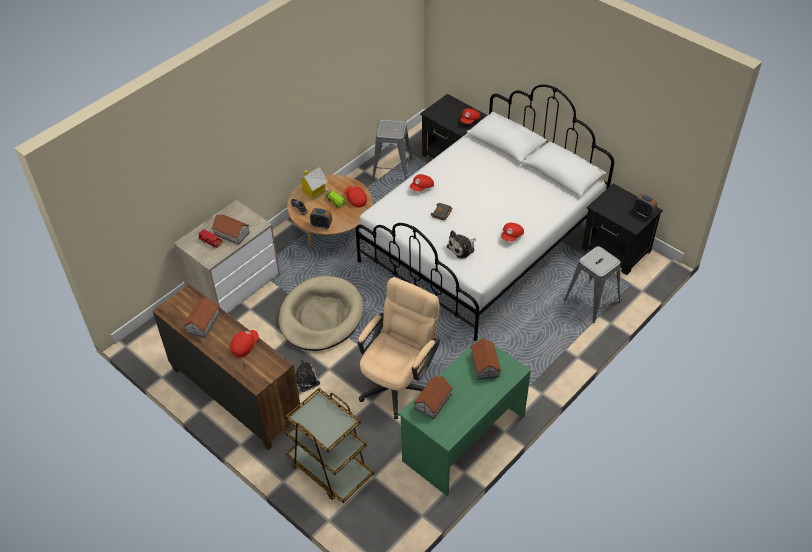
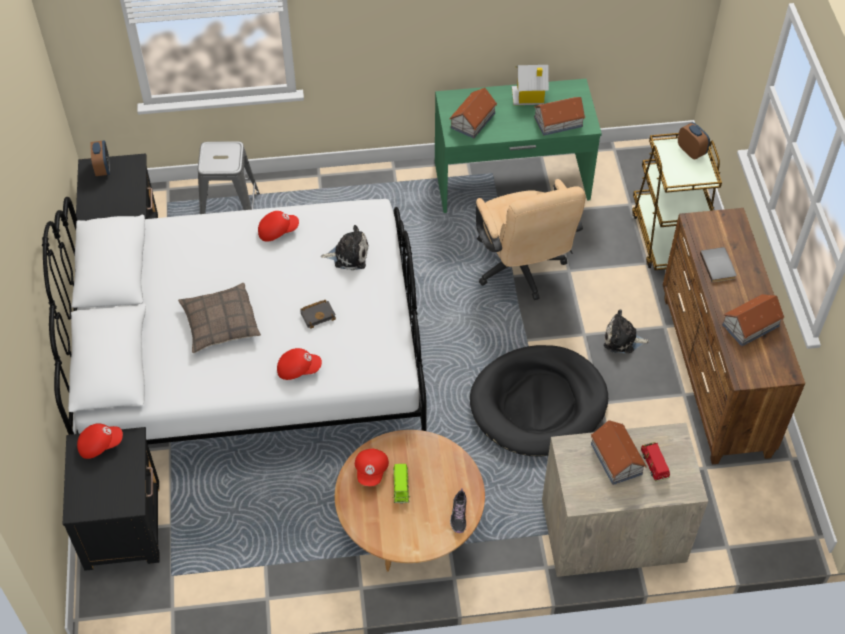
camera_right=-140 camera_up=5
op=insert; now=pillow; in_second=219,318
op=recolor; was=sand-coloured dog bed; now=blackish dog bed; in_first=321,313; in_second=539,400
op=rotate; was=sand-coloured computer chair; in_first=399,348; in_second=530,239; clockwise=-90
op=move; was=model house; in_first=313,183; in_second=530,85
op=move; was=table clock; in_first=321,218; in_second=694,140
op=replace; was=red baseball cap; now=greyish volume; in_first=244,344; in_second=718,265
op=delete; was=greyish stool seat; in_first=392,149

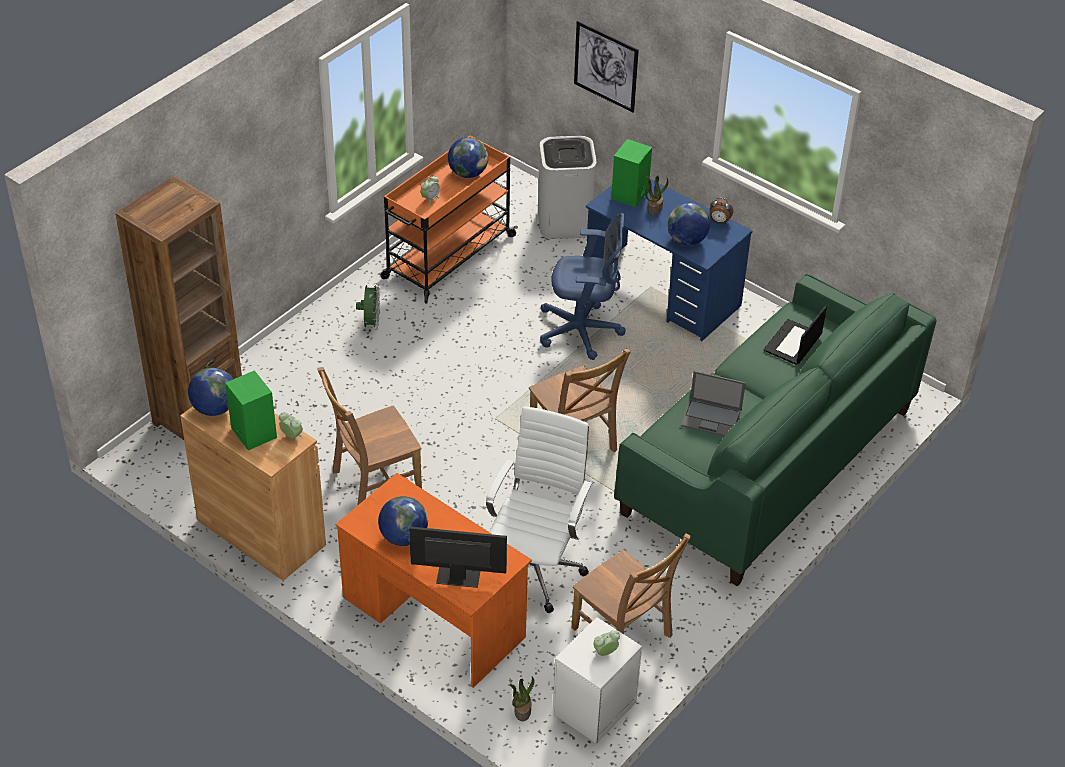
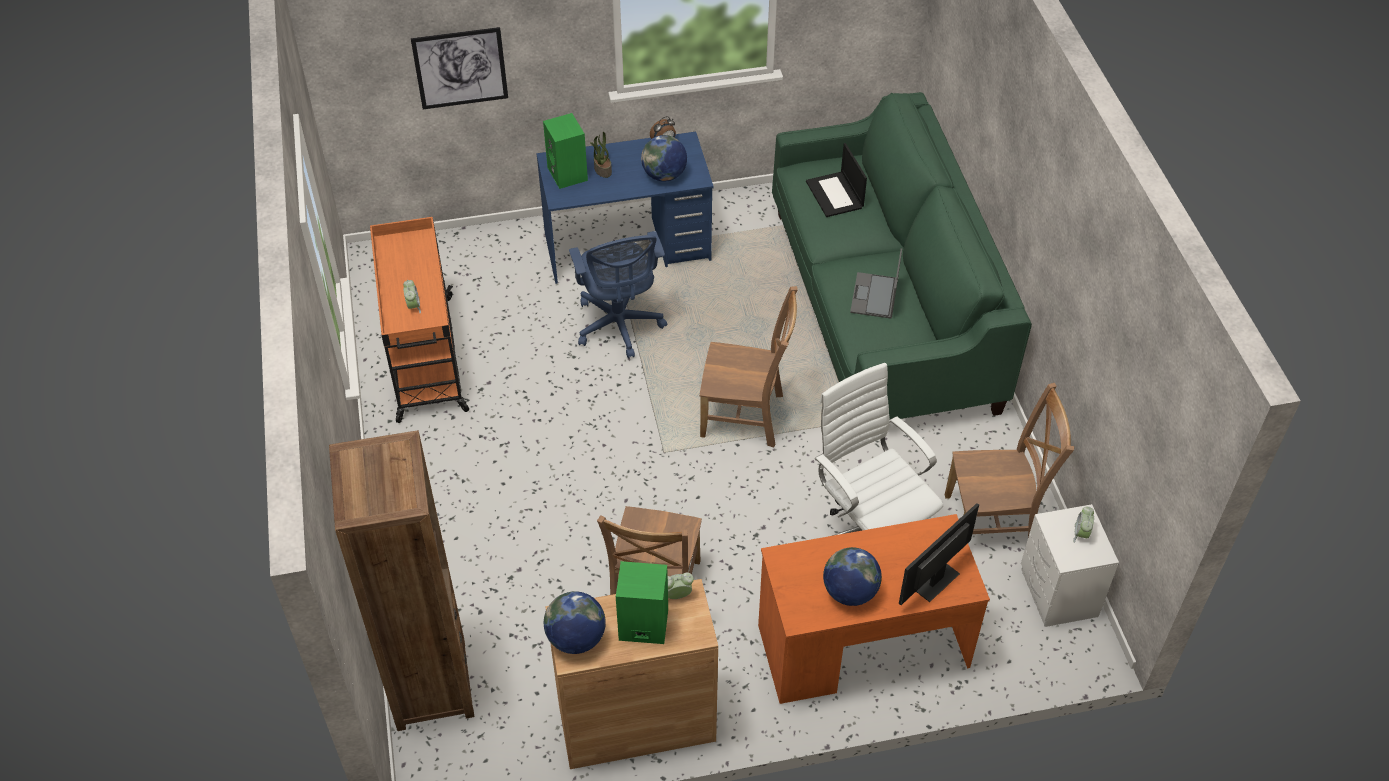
camera_right=-50 camera_up=5
op=rotate; was=bluish computer chair; in_first=583,286; in_second=618,295; clockwise=120
op=rotate; was=laptop; in_first=713,403; in_second=876,283; clockwise=135
op=delete; was=green cooling fan; in_first=368,306
op=delete; was=globe; in_first=468,157
op=delete; was=plant in a pot; in_first=522,699
op=delete; was=whitish rubbish bin; in_first=567,187

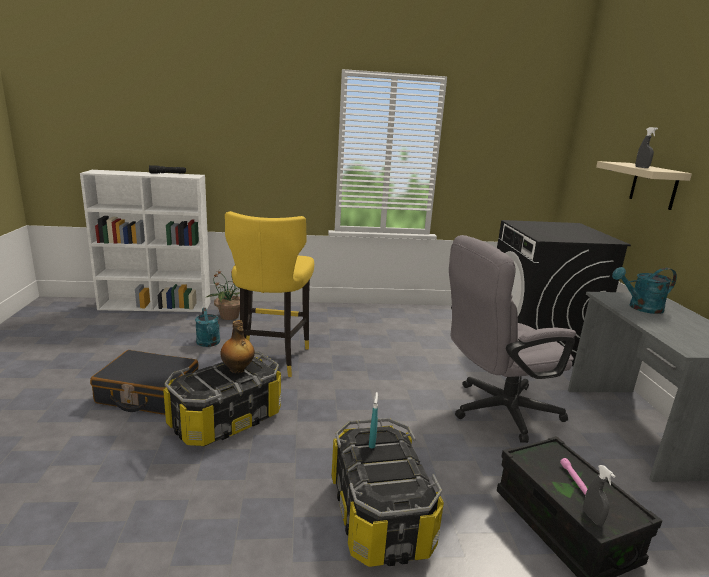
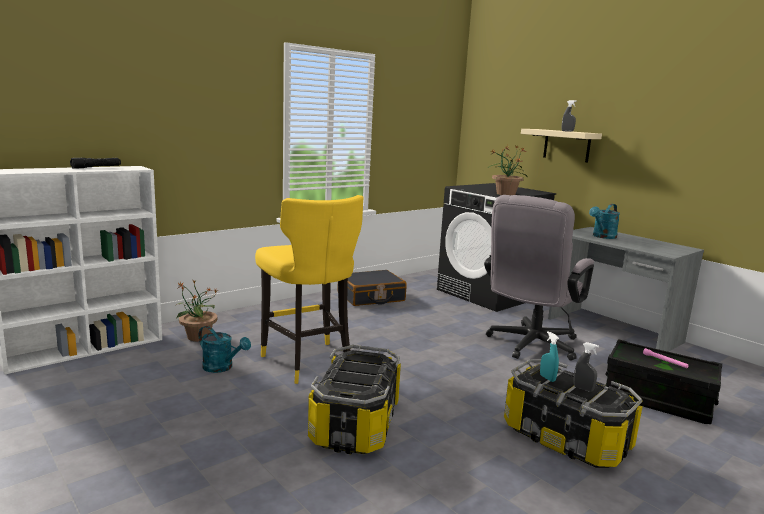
camera_right=-35 camera_up=-5
op=move; was=blackish travel case; in_first=144,382; in_second=372,288
op=insert; now=plant in a pot; in_second=507,170
op=move; was=greyish hand sprayer; in_first=599,495; in_second=586,367
op=delete; was=beverage bottle; in_first=237,346

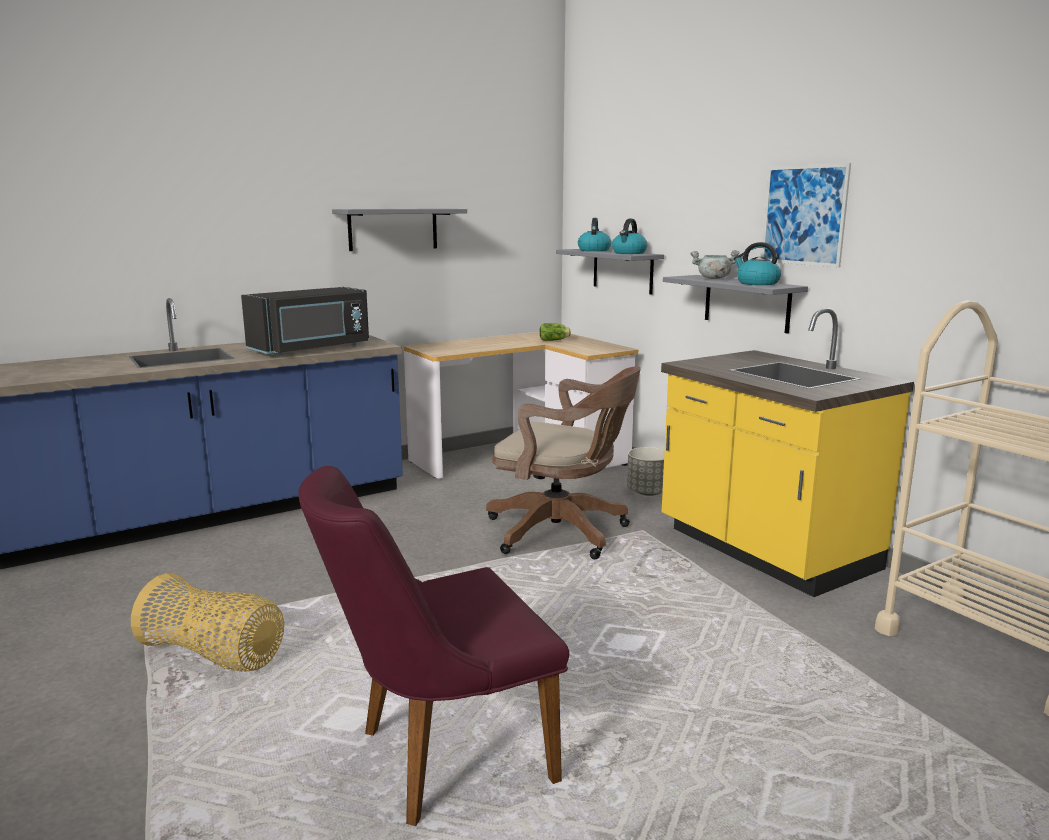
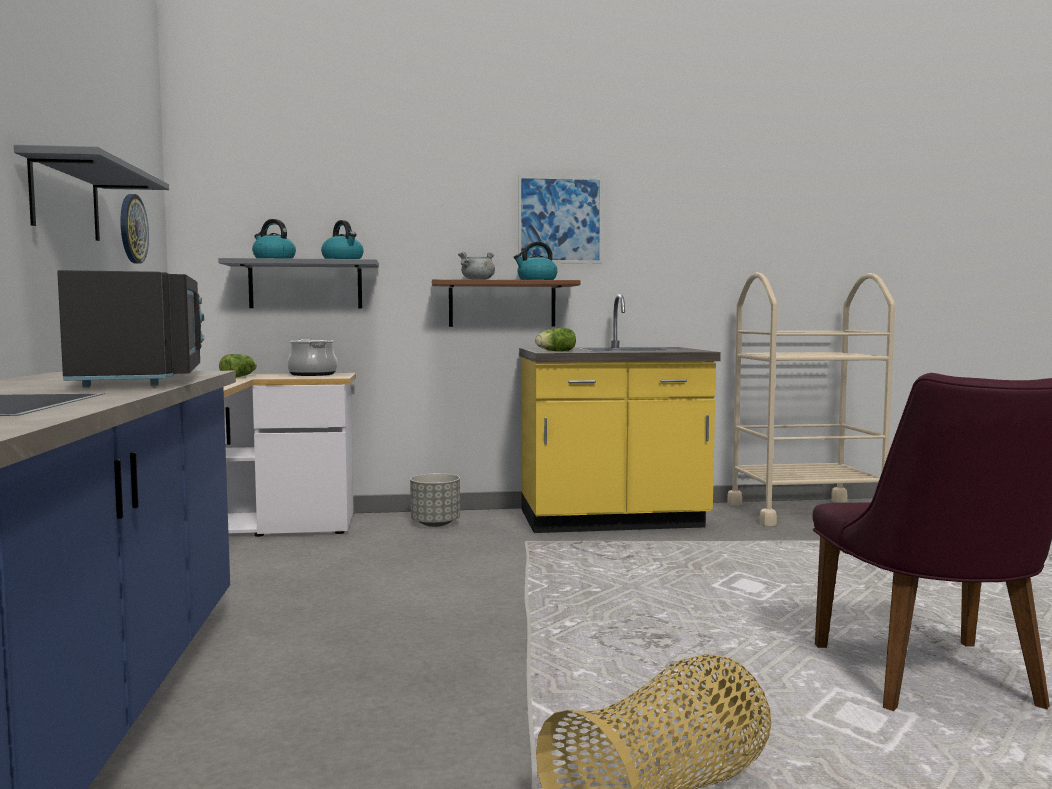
camera_right=-65 camera_up=-10
op=insert; now=wall clock; in_second=134,229
op=insert; now=stockpot; in_second=312,357
op=recolor; was=greyish wall shelf; now=brown wall shelf; in_first=735,304; in_second=506,303
op=insert; now=lettuce head; in_second=555,339
op=delete; was=brown computer chair; in_first=563,462

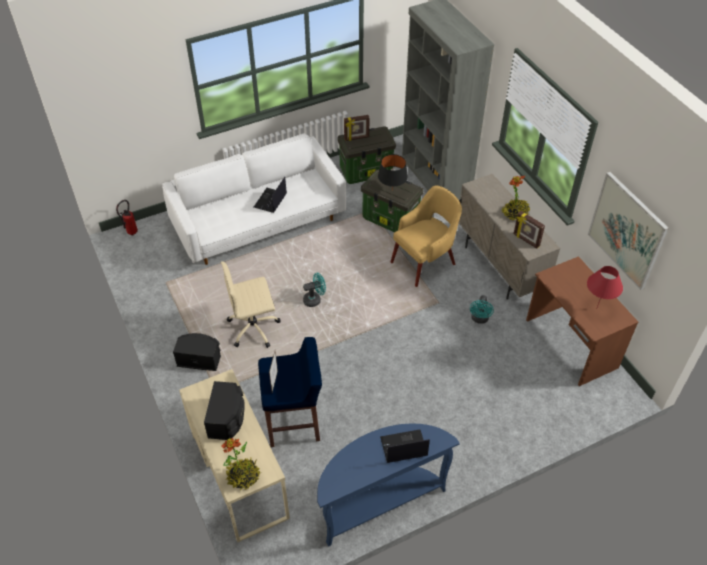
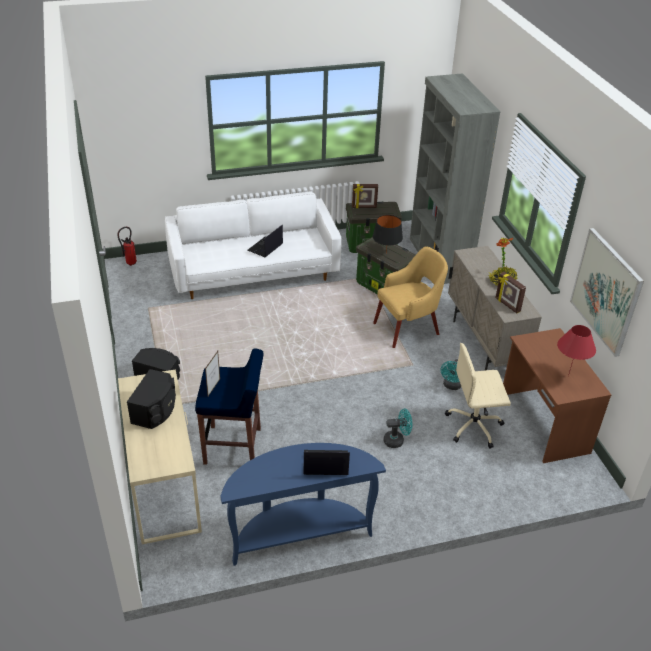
camera_right=10 camera_up=-10
op=move; was=turquoise-coloured cooling fan; in_first=314,290; in_second=397,428
op=move; was=sand-coloured computer chair; in_first=251,304; in_second=478,396
op=delete; was=plant in a pot; in_first=240,464

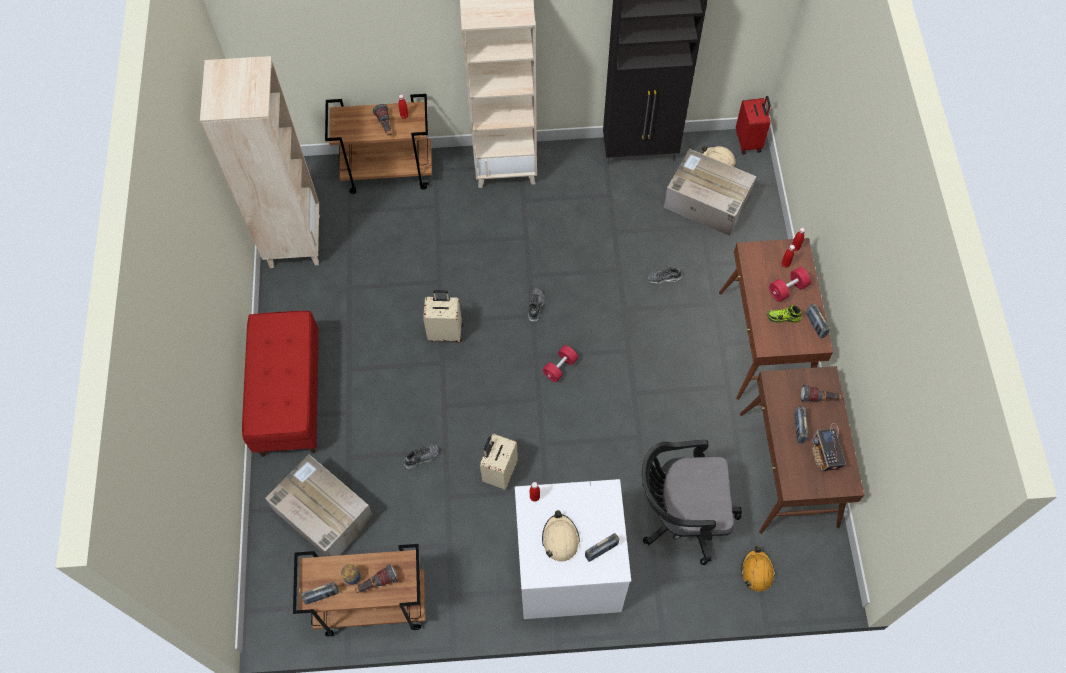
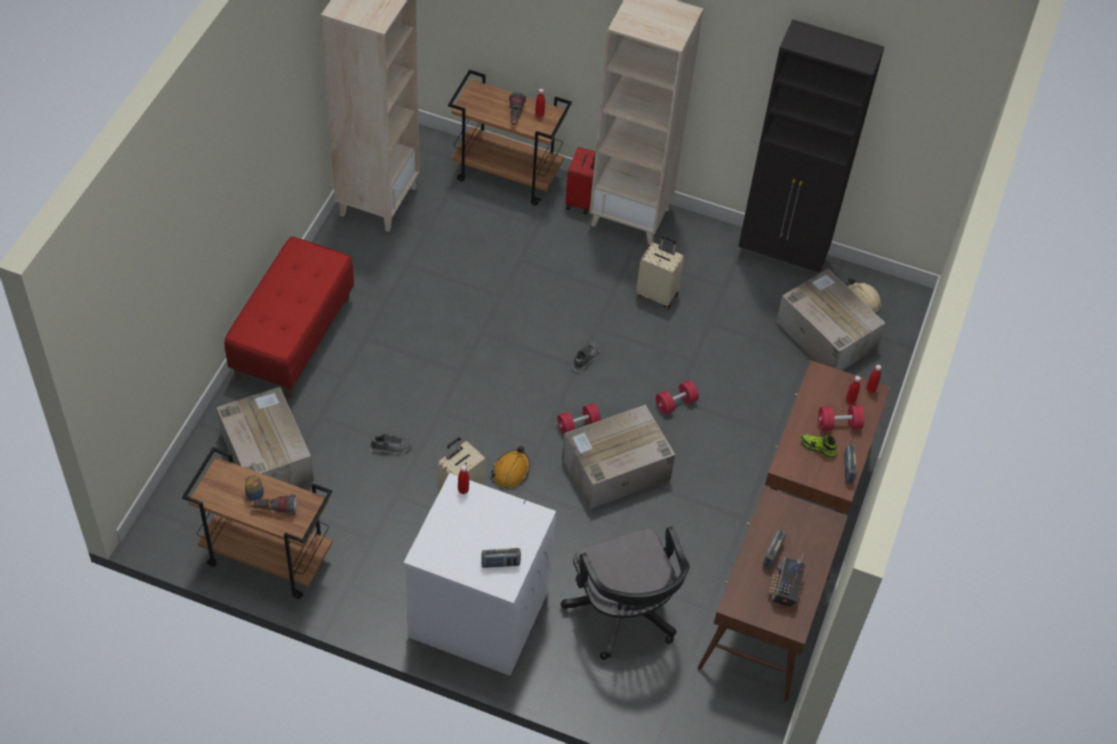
camera_right=20 camera_up=-10
op=move; was=orange-coloured work helmet; in_first=758,569; in_second=510,467
op=rotate; was=blackish computer chair; in_first=692,502; in_second=625,593; clockwise=-135
op=insert; now=carton; in_second=618,456
op=move; was=red travel case; in_first=753,125; in_second=580,180
op=move; was=sand-coloured travel case; in_first=443,316; in_second=660,272
op=insert; now=red dumbbell; in_second=677,397
op=delete; was=radio receiver; in_first=320,593
op=delete; was=sand-coloured work helmet; in_first=561,535
op=delete; was=low shoe; in_first=665,275
op=delete; was=flashlight; in_first=821,394

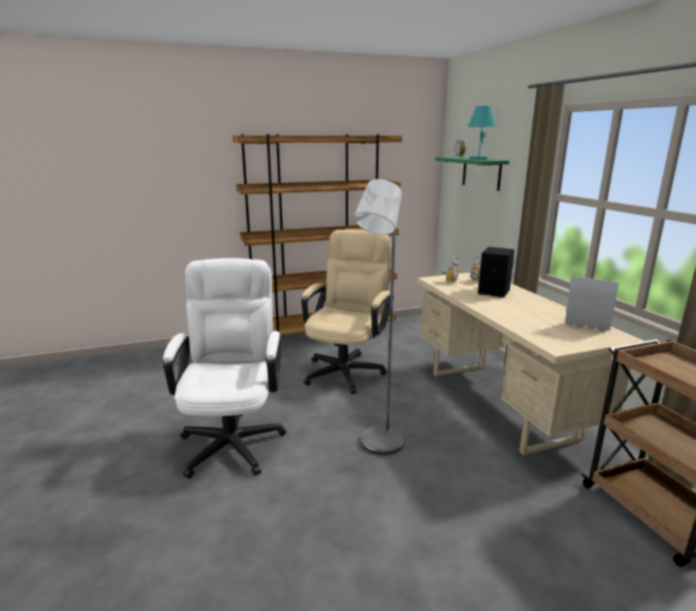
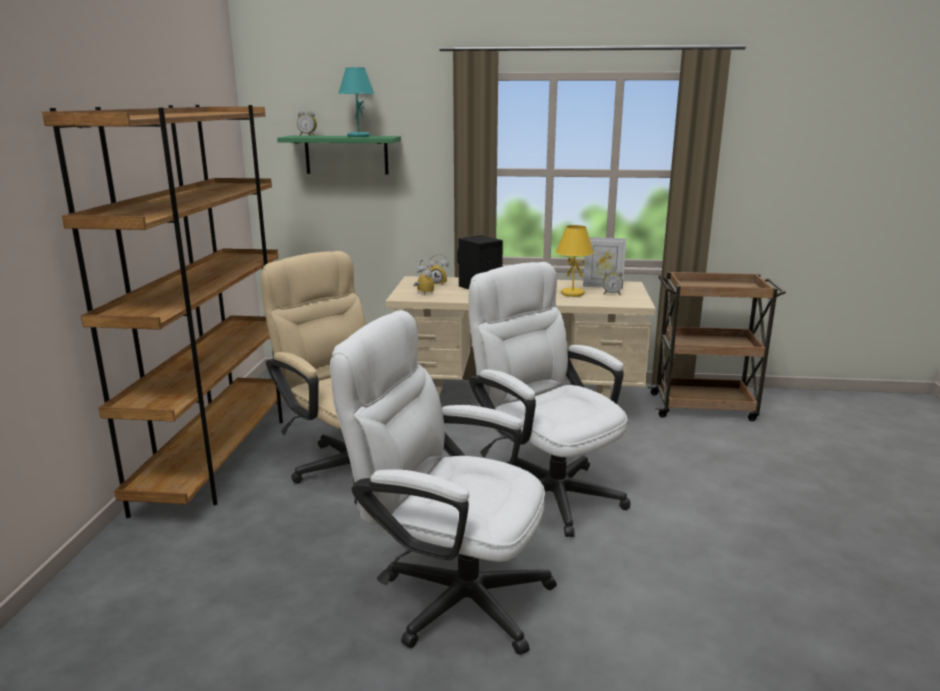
camera_right=-65 camera_up=0
op=replace; was=greyish standard lamp; now=whitish computer chair; in_first=379,317; in_second=549,399
op=insert; now=yellow lamp for a table; in_second=575,261
op=rotate; was=standing frame; in_first=592,303; in_second=605,263; clockwise=-135
op=insert; now=table clock; in_second=613,282

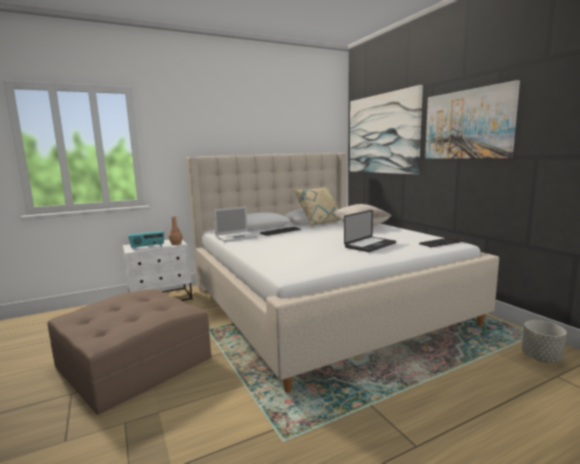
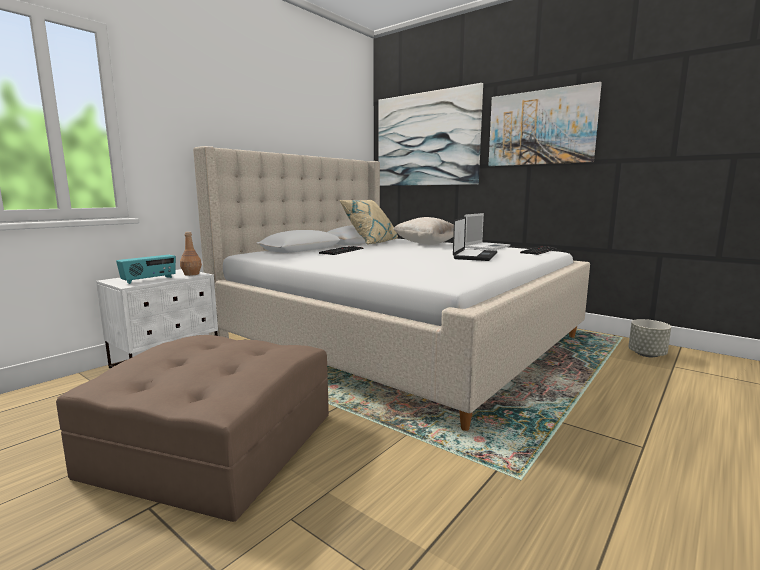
camera_right=-25 camera_up=0
op=move; was=laptop; in_first=235,224; in_second=487,231

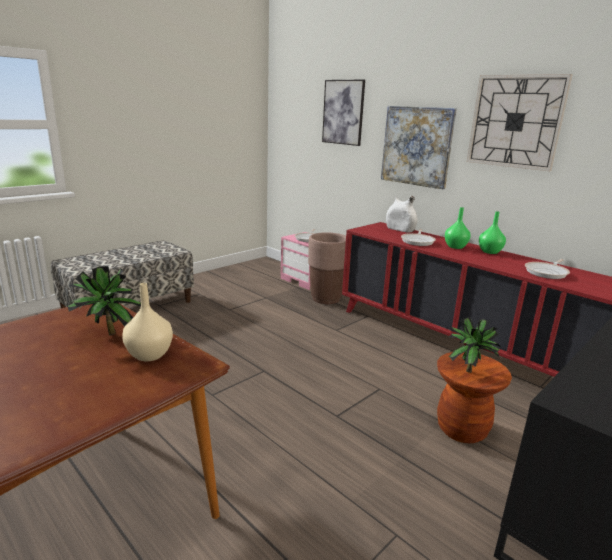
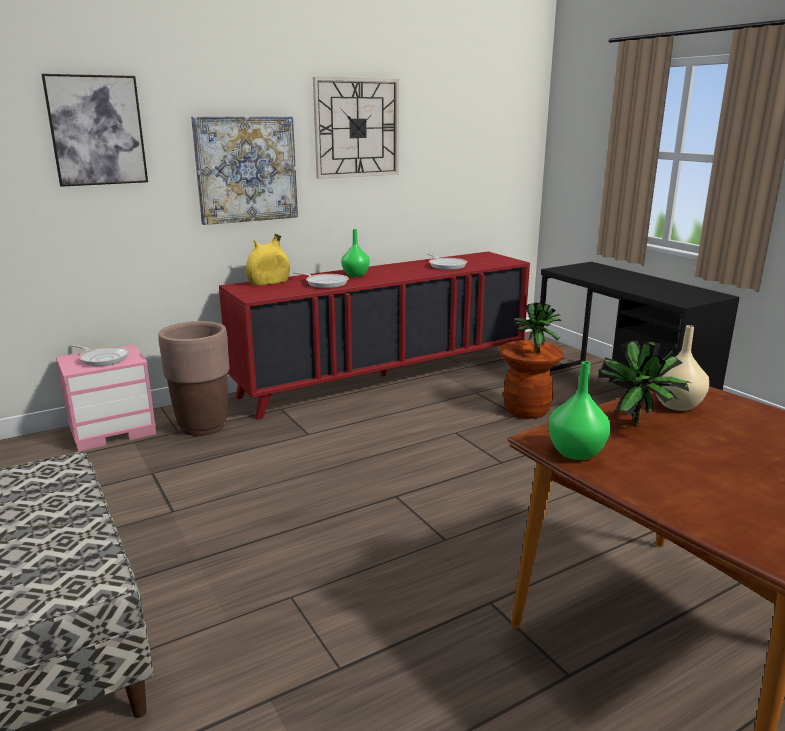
camera_right=-75 camera_up=0
op=recolor; was=whitish flower vase; now=yellow flower vase; in_first=401,214; in_second=268,260
op=move; was=green flower vase; in_first=492,232; in_second=579,410

